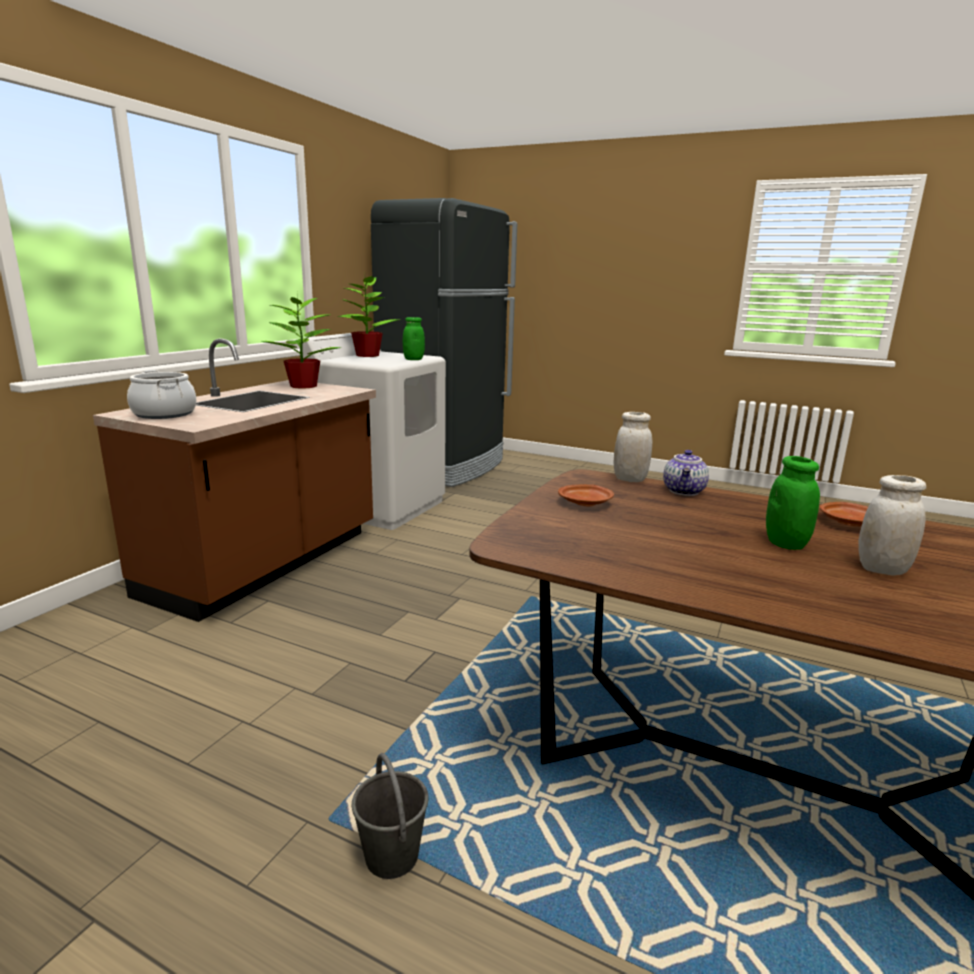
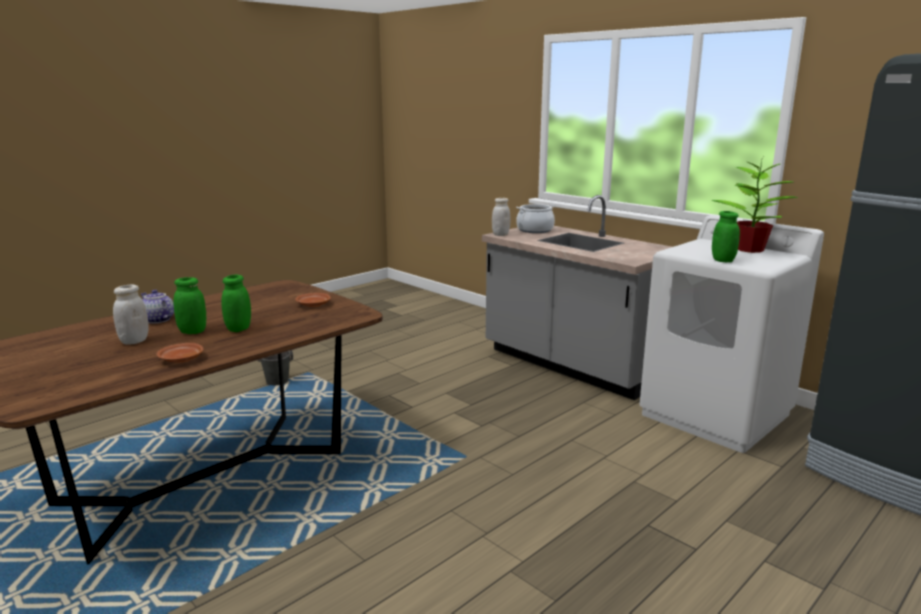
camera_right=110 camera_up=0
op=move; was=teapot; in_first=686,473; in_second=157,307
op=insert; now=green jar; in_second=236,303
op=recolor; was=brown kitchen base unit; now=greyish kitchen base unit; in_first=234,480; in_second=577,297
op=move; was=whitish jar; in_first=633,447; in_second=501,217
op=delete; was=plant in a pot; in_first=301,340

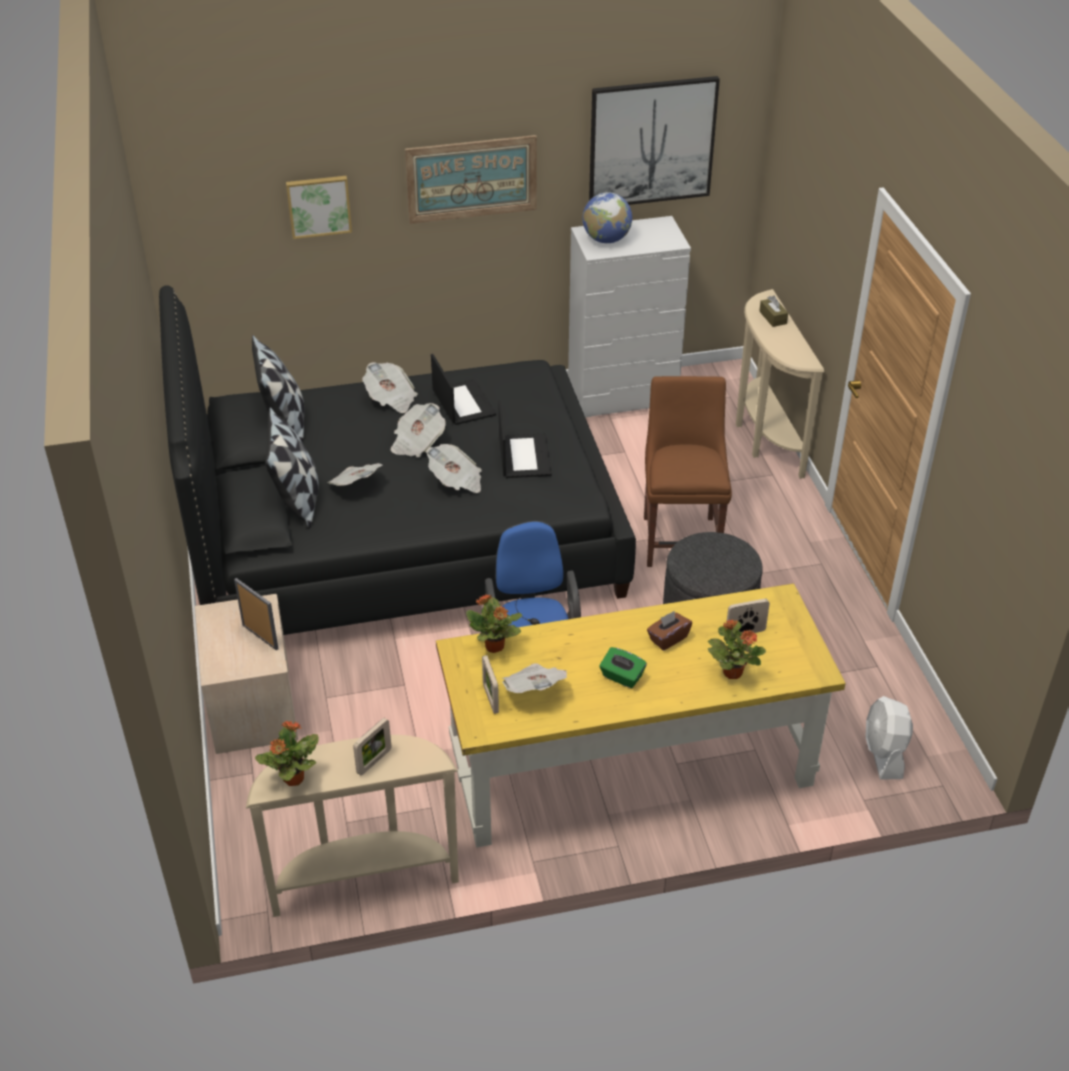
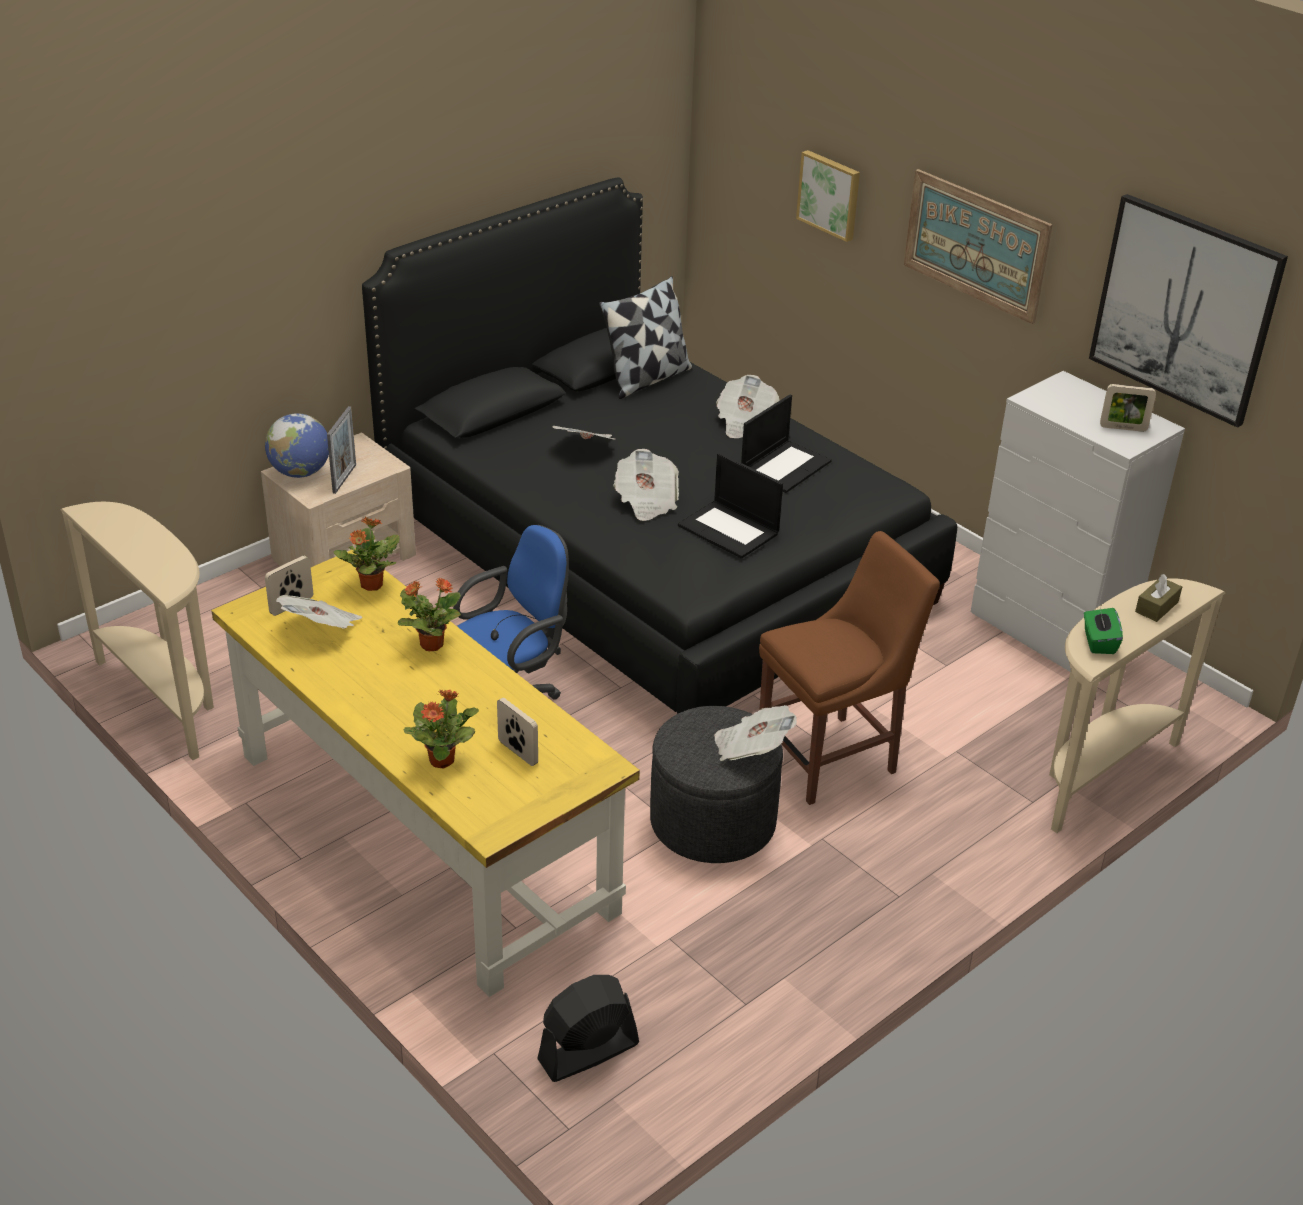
camera_right=60 camera_up=-5
op=move; was=globe; in_first=607,217; in_second=297,445
op=move; was=plant in a pot; in_first=287,753; in_second=429,614
op=recolor; was=whitish cooling fan; now=blackish cooling fan; in_first=889,738; in_second=588,1028
op=rotate; was=laptop; in_first=525,439; in_second=730,506; clockwise=75
op=move; was=newspaper; in_first=418,430; in_second=755,733
op=move; was=green tissue box; in_first=623,667; in_second=1103,631
op=move; was=standing frame; in_first=372,746; in_second=1128,408
op=delete; was=pillow; in_first=292,468
op=delete; was=brown tissue box; in_first=669,630

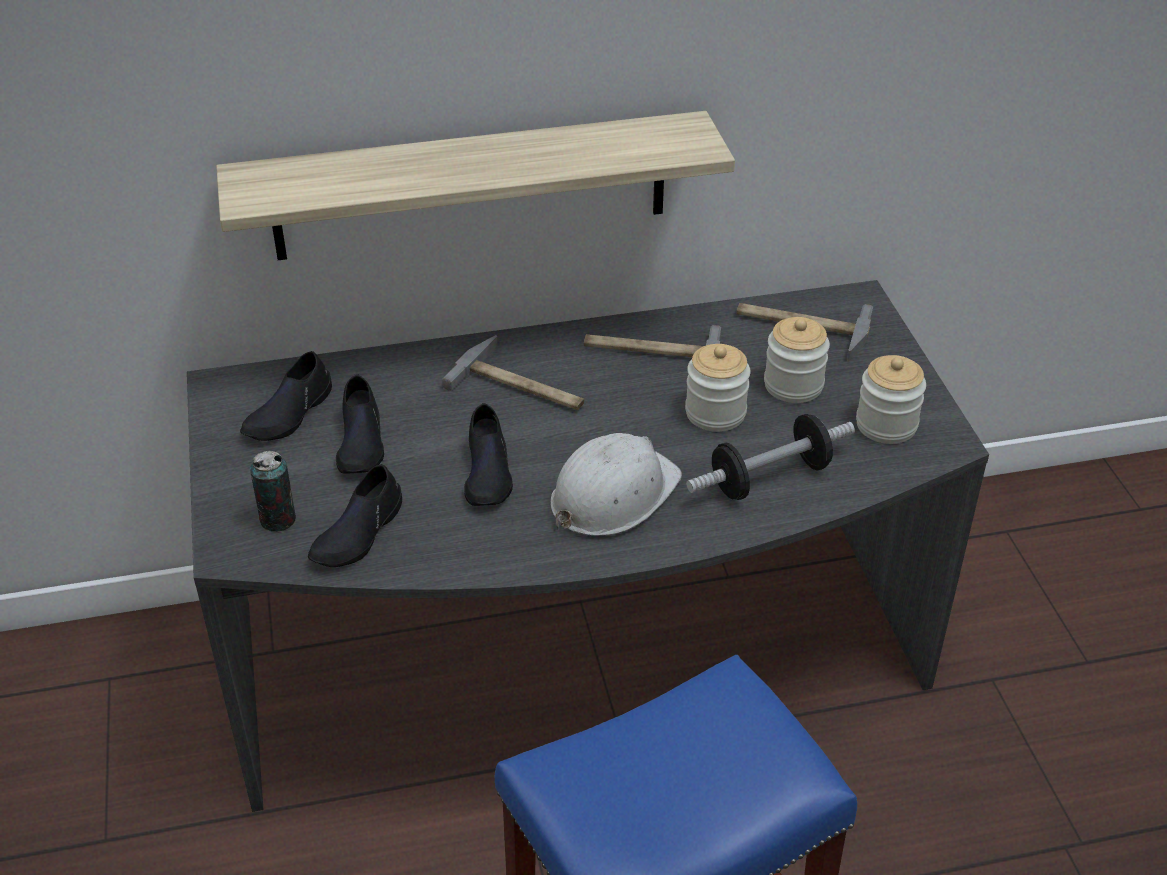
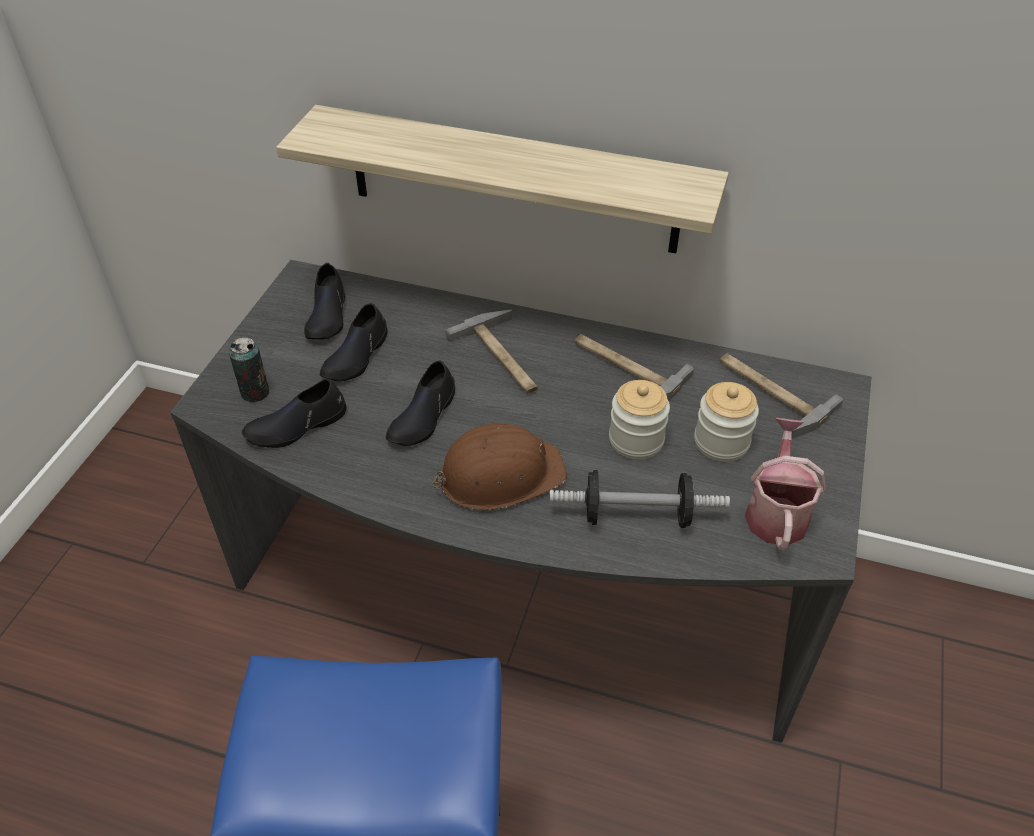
camera_right=30 camera_up=5
op=rotate; was=blackish low shoe; in_first=286,396; in_second=324,301; clockwise=-60
op=recolor; was=whitish work helmet; now=brown work helmet; in_first=616,484; in_second=499,466
op=replace; was=jar; now=watering pot; in_first=891,399; in_second=785,484

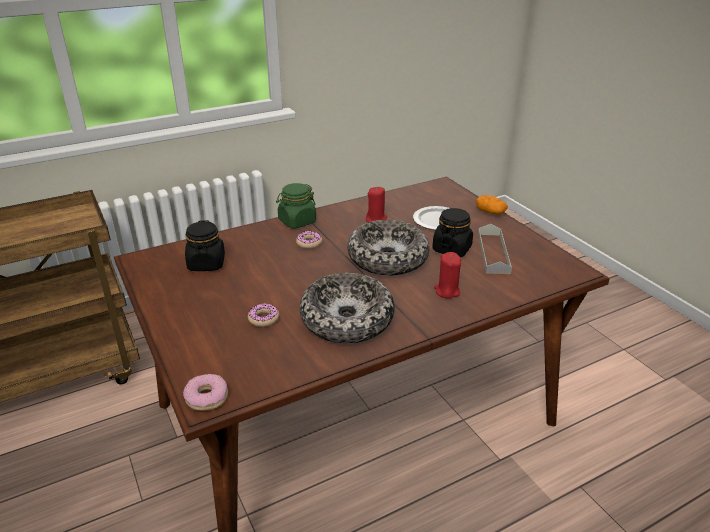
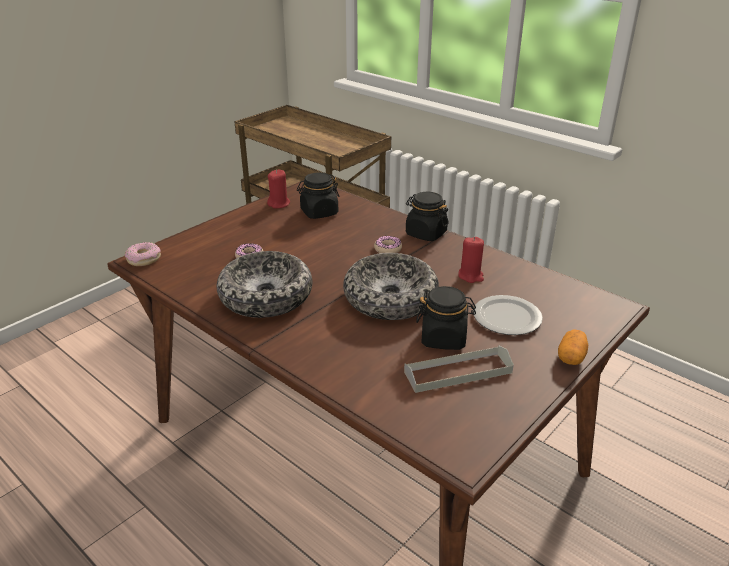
camera_right=70 camera_up=0
op=move; was=red wax candle; in_first=447,275; in_second=278,189
op=recolor; was=green jar; now=blackish jar; in_first=296,205; in_second=427,216

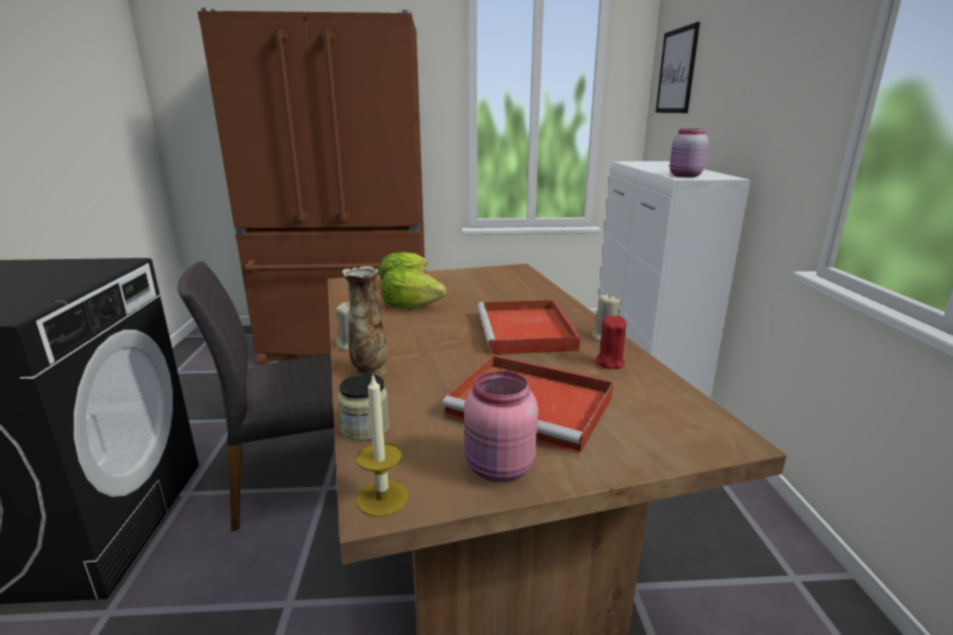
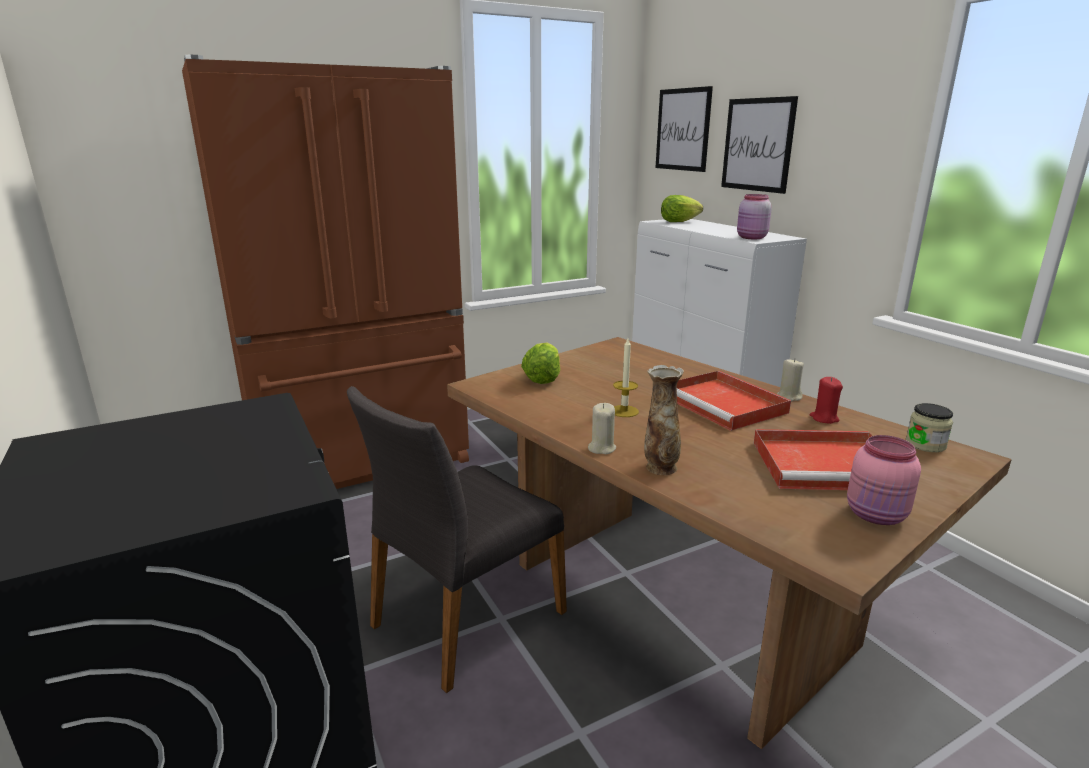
camera_right=-25 camera_up=0
op=move; was=wax candle; in_first=382,445; in_second=626,377
op=move; was=lettuce head; in_first=413,288; in_second=682,208
op=insert; now=wall art; in_second=759,145
op=move; was=jar; in_first=364,407; in_second=929,427

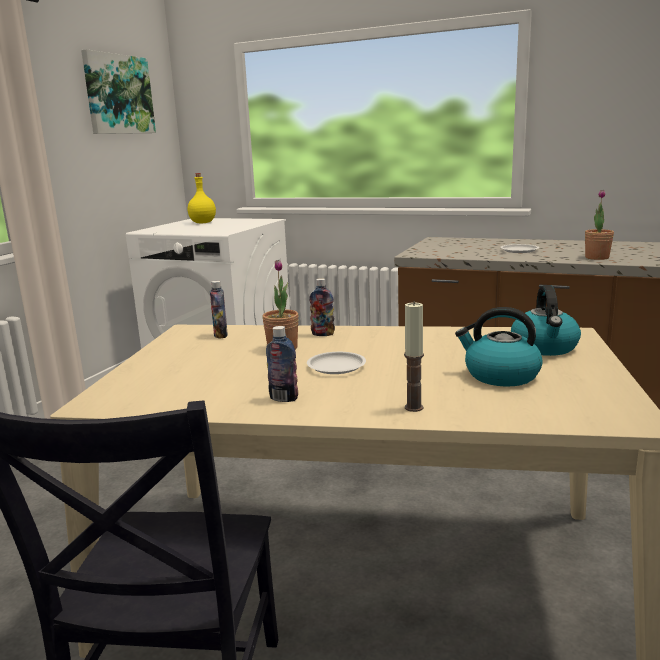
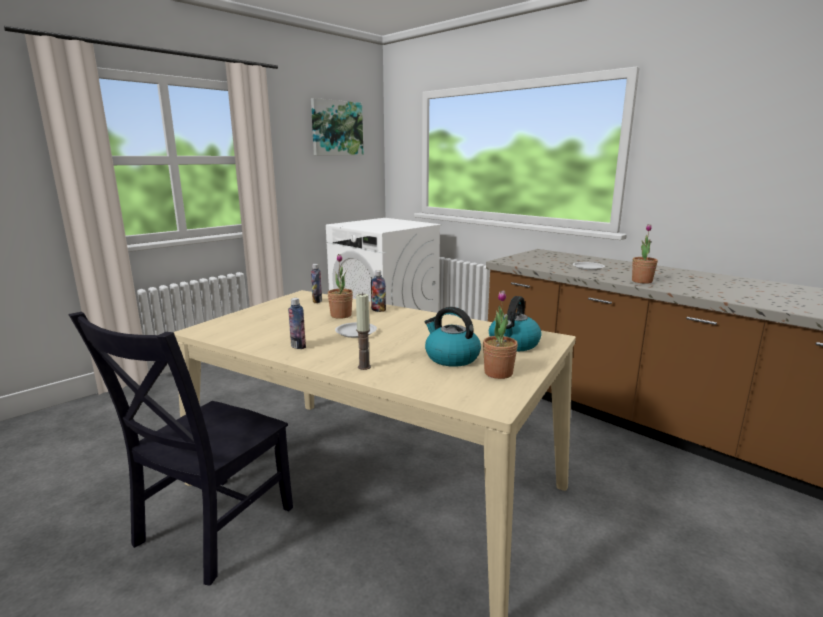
camera_right=20 camera_up=0
op=insert; now=plant in a pot; in_second=500,334
op=delete; was=yellow beverage bottle; in_first=202,198

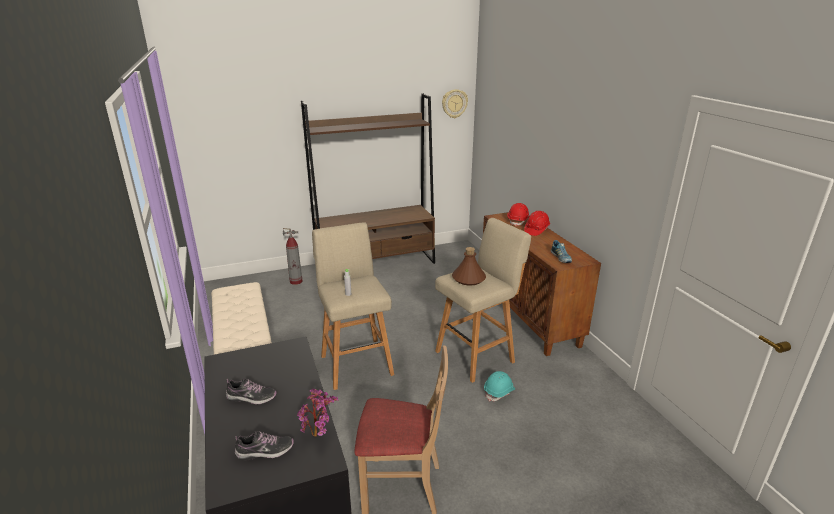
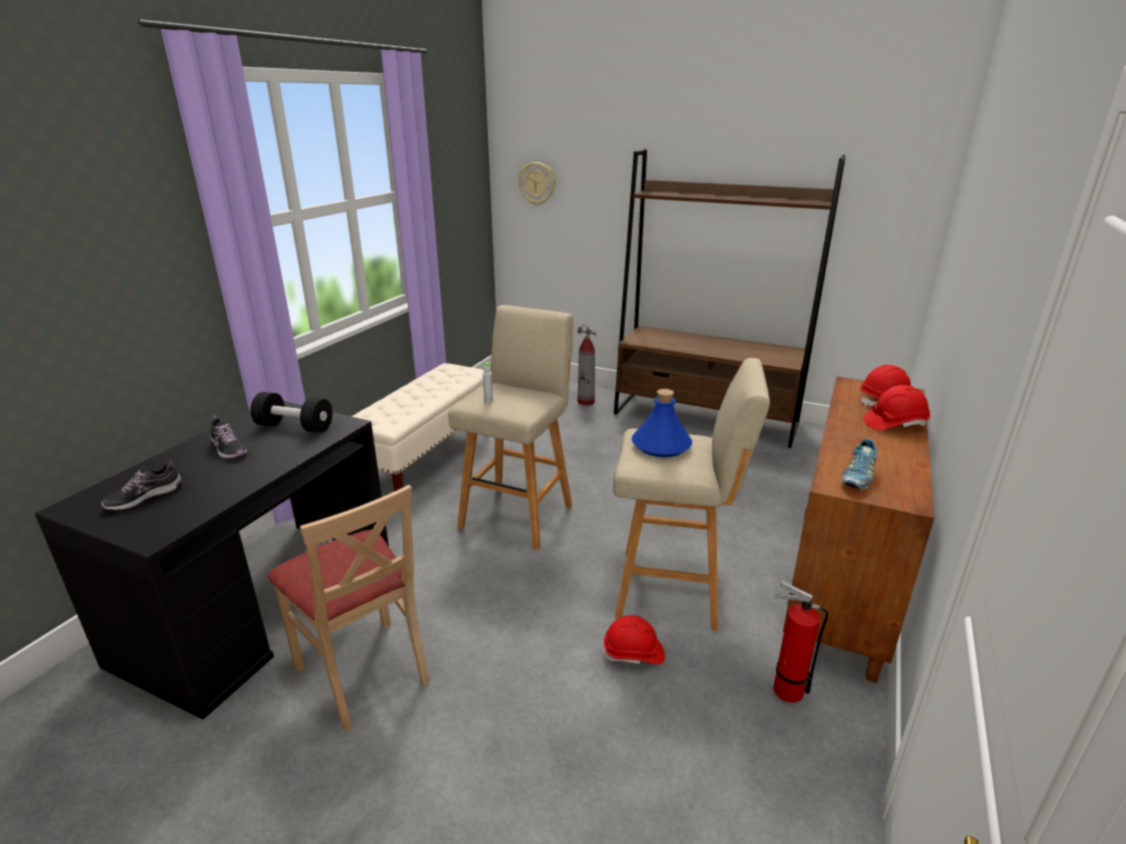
camera_right=45 camera_up=0
op=rotate; was=low shoe; in_first=264,446; in_second=141,485; clockwise=105
op=insert; now=blackish dumbbell; in_second=291,412
op=move; was=wall clock; in_first=455,103; in_second=536,184
op=recolor; was=turquoise-coloured work helmet; now=red work helmet; in_first=499,386; in_second=633,639
op=recolor; was=brown beverage bottle; now=bluish beverage bottle; in_first=469,266; in_second=662,423
op=insert; now=fire extinguisher; in_second=800,642
op=delete; was=plant in a pot; in_first=318,413

